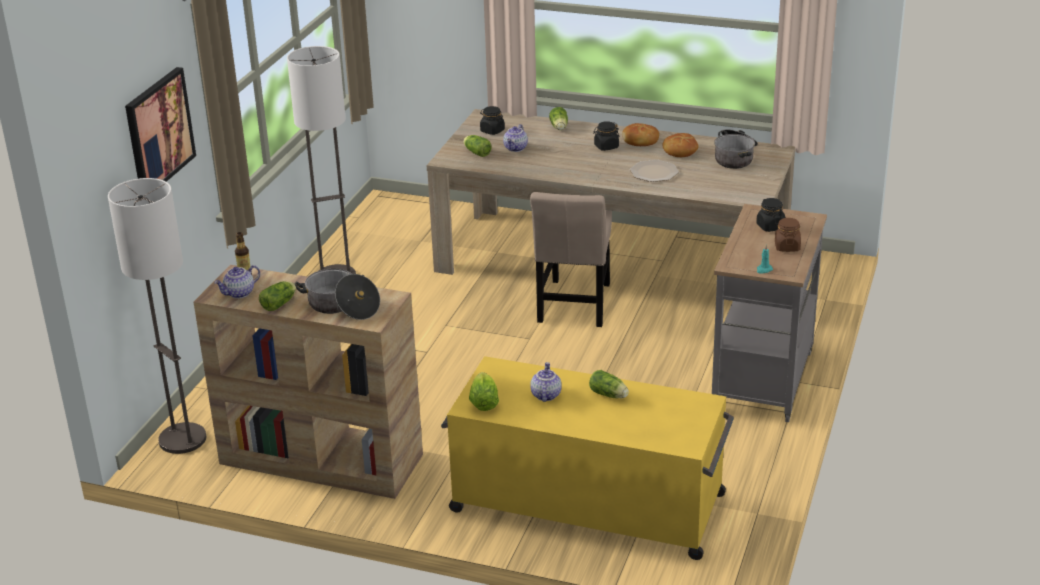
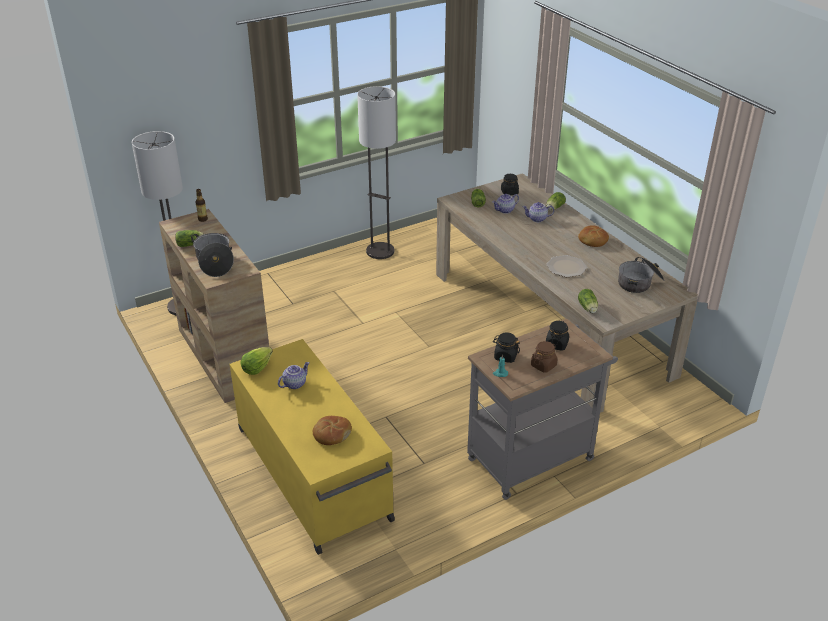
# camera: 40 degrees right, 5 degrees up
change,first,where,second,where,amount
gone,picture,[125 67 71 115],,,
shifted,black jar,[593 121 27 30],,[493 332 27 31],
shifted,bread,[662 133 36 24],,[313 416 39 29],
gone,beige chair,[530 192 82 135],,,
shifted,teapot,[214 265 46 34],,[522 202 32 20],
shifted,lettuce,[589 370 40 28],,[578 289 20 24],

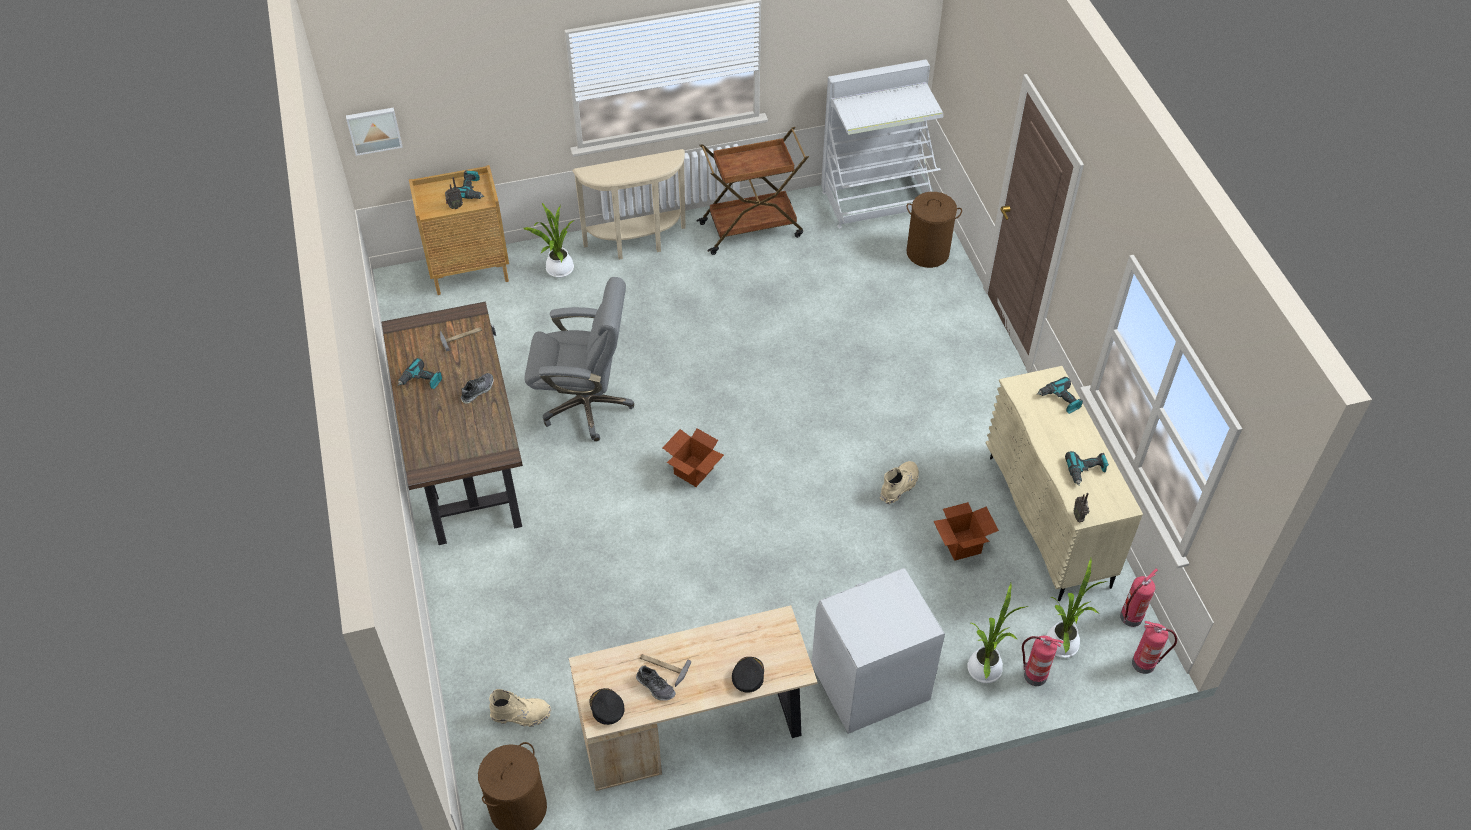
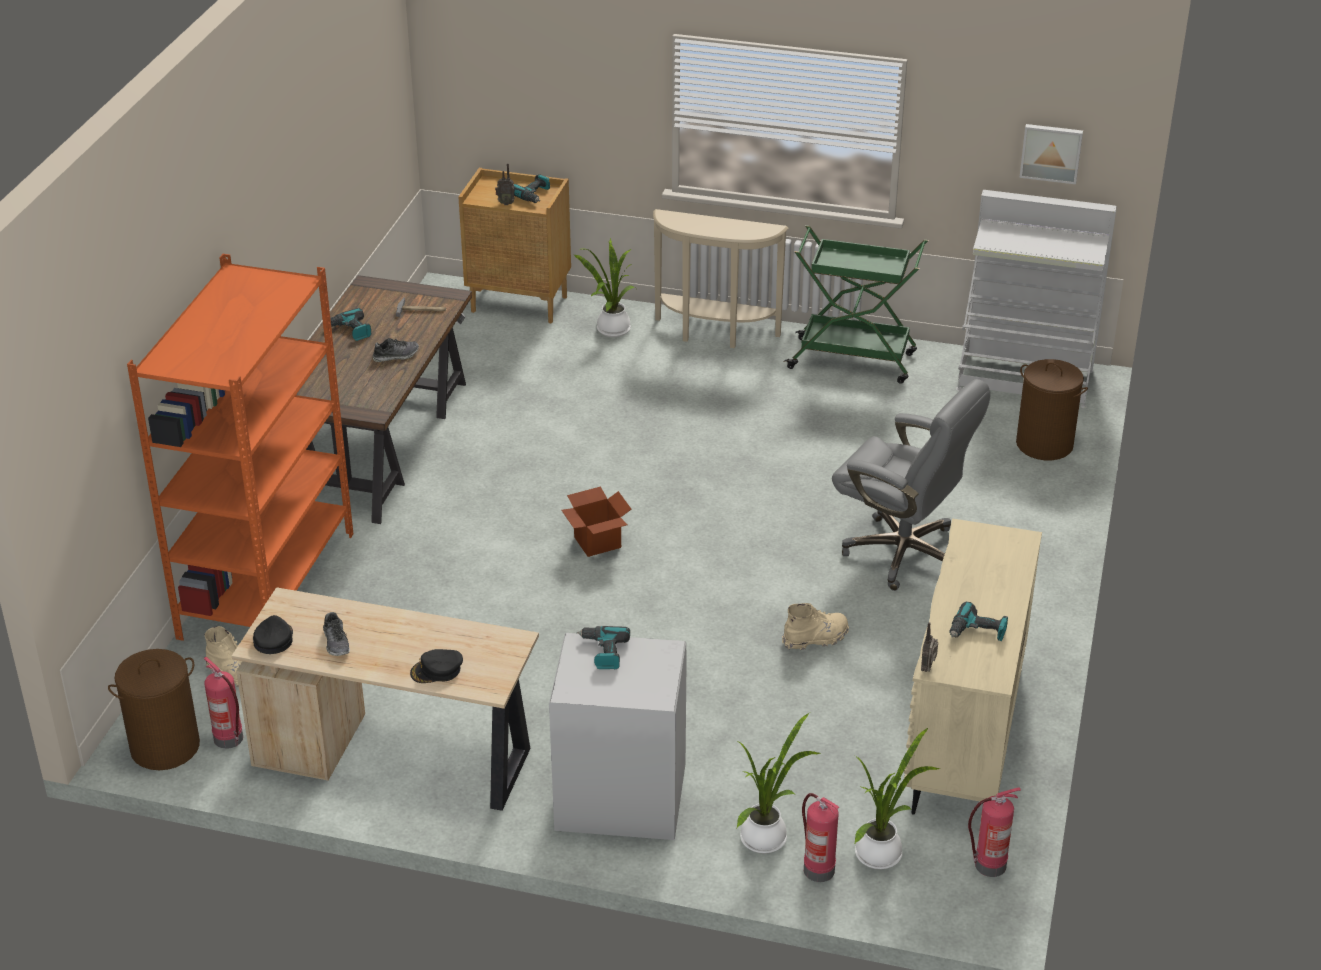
# camera: 30 degrees right, 15 degrees down
change,first,where,second,where,amount
shifted,picture,[346 107 57 49],,[1019 124 64 60],
repainted,brown cart,[697 127 112 128],green cart,[784 225 145 159],
shifted,grey office chair,[525 277 109 165],,[832 379 159 212],
shifted,power drill,[1037 377 46 37],,[576 626 54 43],
gone,cardboard box,[934 502 65 59],,,
shifted,fire extinguisher,[1132 621 45 53],,[203 657 40 92],
gone,hammer,[640 654 51 33],,,
rotated,black cap,[732 657 32 36],,[410 649 53 34],150 degrees counterclockwise
new,,,orange bookcase,[127 254 226 387],

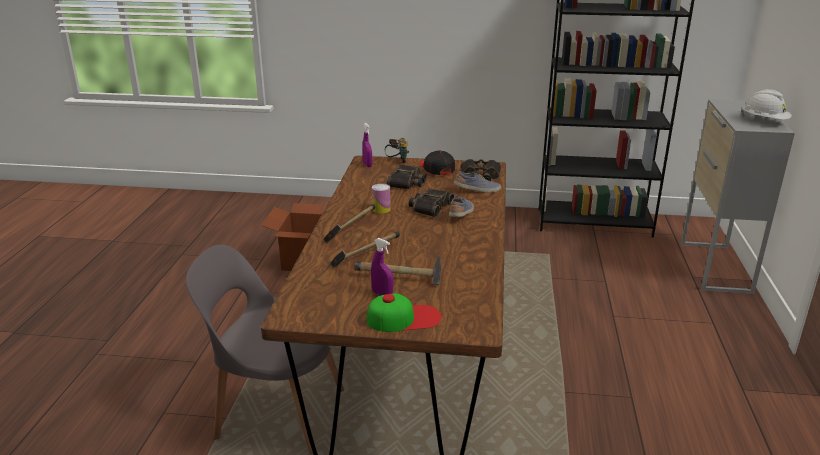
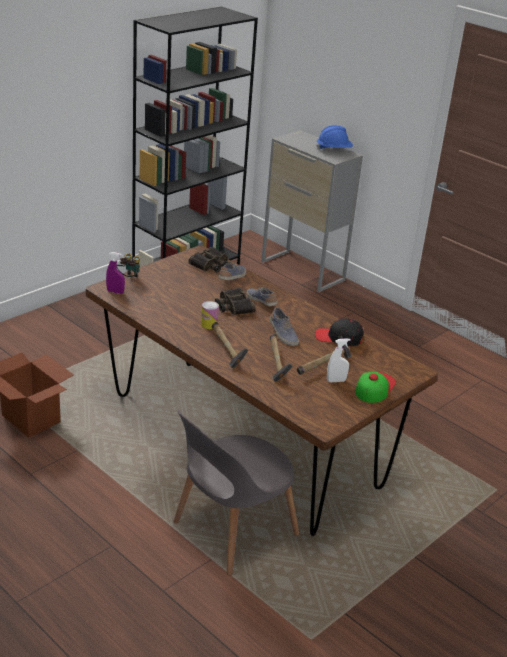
# camera: 55 degrees left, 5 degrees up
change,first,where,second,where,amount
repainted,white hard hat,[741 89 51 31],blue hard hat,[316 125 37 24],
shifted,black cap,[420 151 35 24],,[315 318 49 28],
gone,binoculars,[386 164 41 25],,,
repainted,purple spray bottle,[371 238 22 57],white spray bottle,[327 338 24 44],
new,,,shoe,[269 307 30 39],

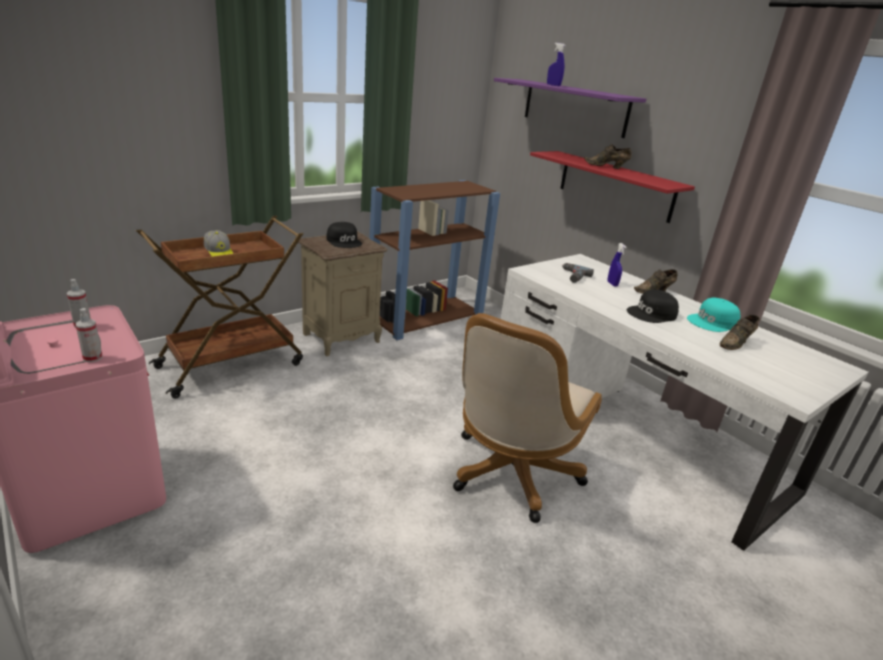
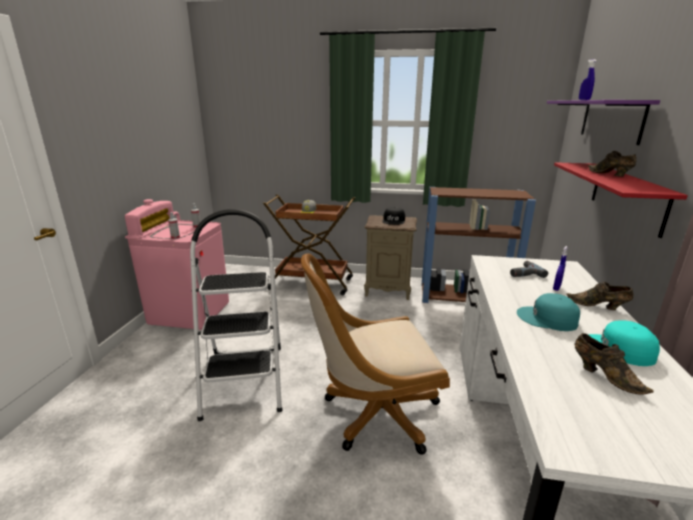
# camera: 50 degrees right, 5 degrees down
change,first,where,second,where,amount
repainted,black cap,[627 289 52 34],turquoise cap,[517 293 63 38],
rotated,brown shoe,[720 315 40 35],,[574 333 80 62],135 degrees counterclockwise
new,,,step ladder,[190 209 92 212],

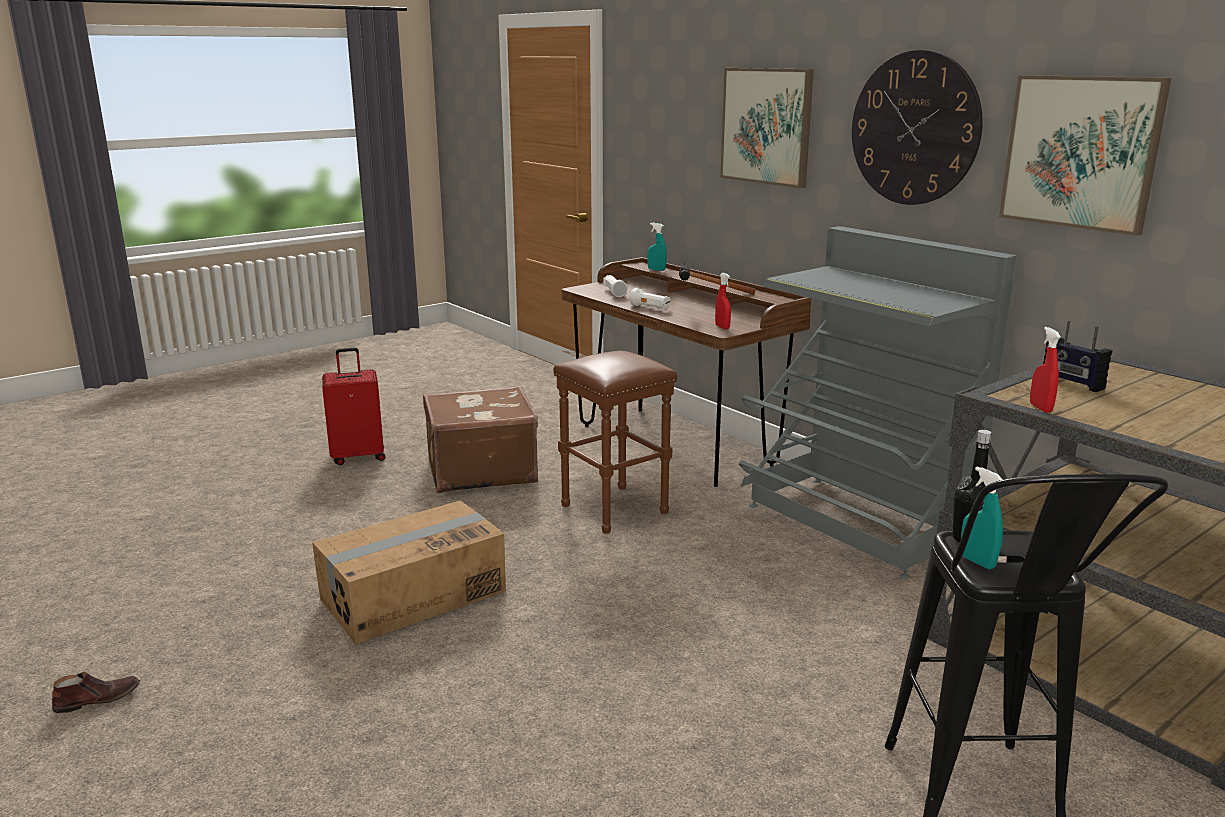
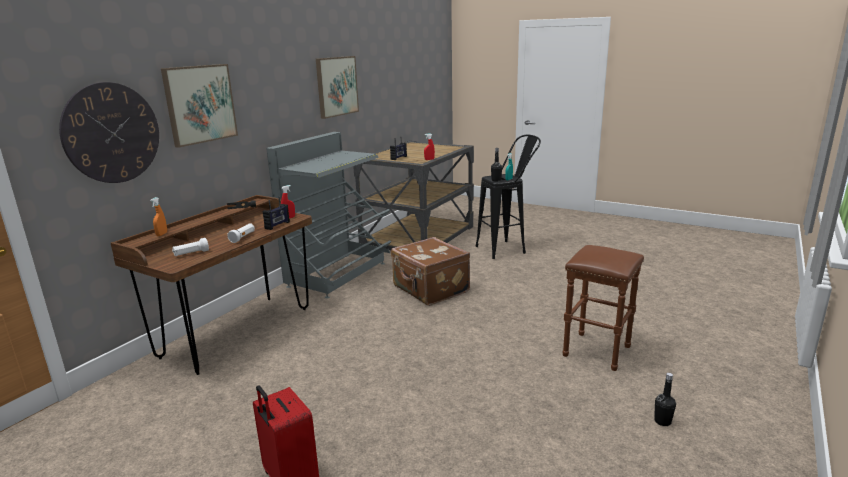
# camera: 110 degrees left, 0 degrees up
change,first,where,second,where,amount
shifted,wall clock,[852 50 131 155],,[59 82 100 101],
repainted,turquoise spray bottle,[647 223 20 48],orange spray bottle,[150 197 17 39],
shifted,brown stool,[553 351 124 183],,[563 245 81 126],
shifted,brown suitcase,[423 386 115 107],,[391 237 79 69],
gone,cardboard box,[312 500 194 144],,,
swapped,brown shoe,[52 671 88 42],black bottle,[654 373 22 53],
new,,,radio,[263 197 27 33],

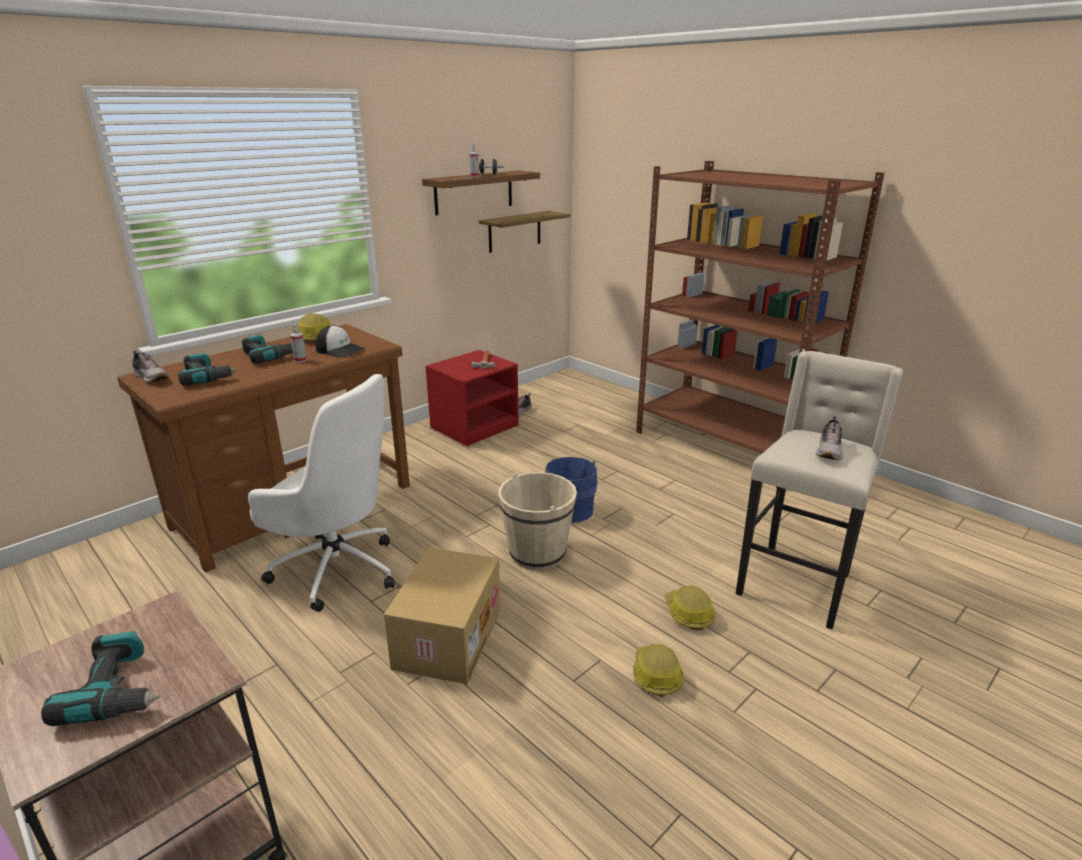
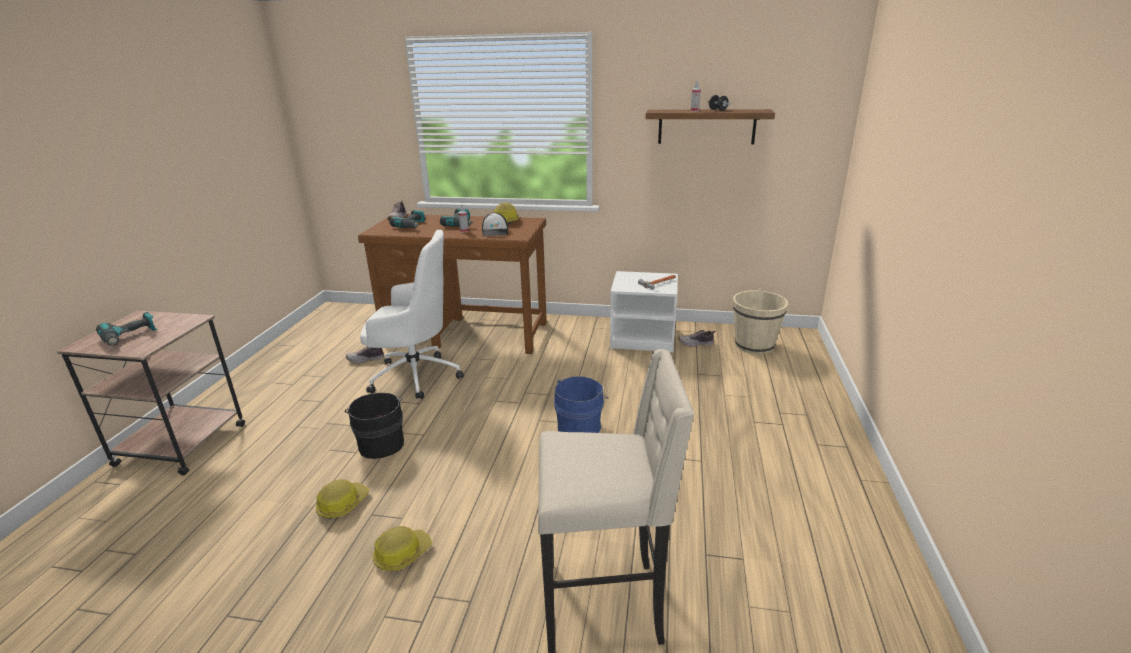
# camera: 55 degrees right, 0 degrees up
change,first,where,second,where,amount
gone,brown bookcase,[636 161 248 327],,,
gone,shelf,[479 211 92 42],,,
repainted,red nightstand,[425 350 94 96],white nightstand,[610 271 68 81],
rotated,white office chair,[248 374 147 238],,[360 230 104 169],75 degrees counterclockwise
shifted,shoe,[816 416 27 45],,[346 346 38 18],
shifted,beige bucket,[498 472 79 98],,[733 288 55 66],
swapped,cardboard box,[384 548 117 136],black bucket,[345 393 59 66],
shifted,hard hat,[665 585 51 45],,[315 479 54 40],

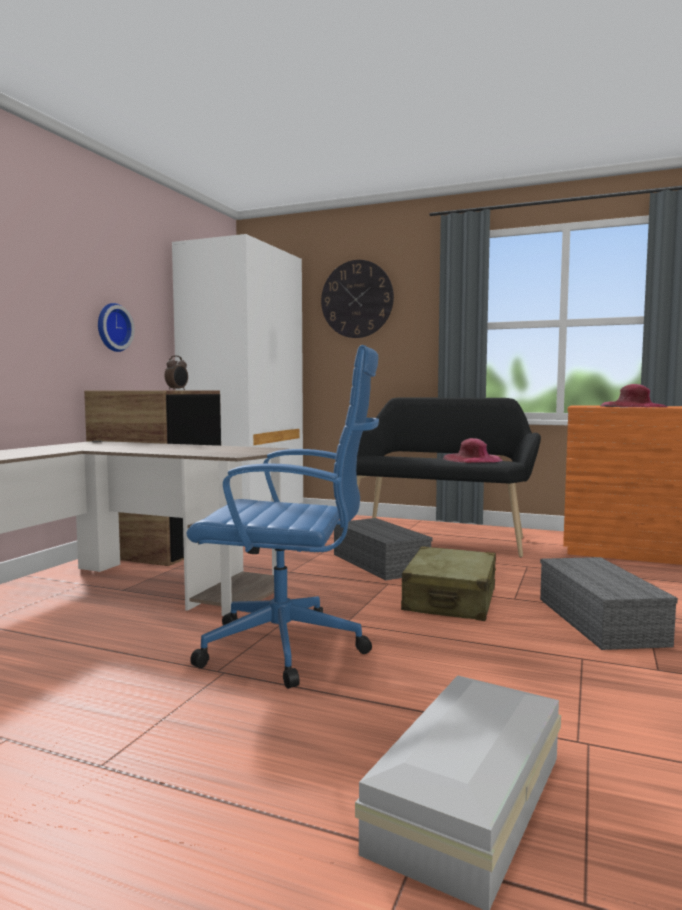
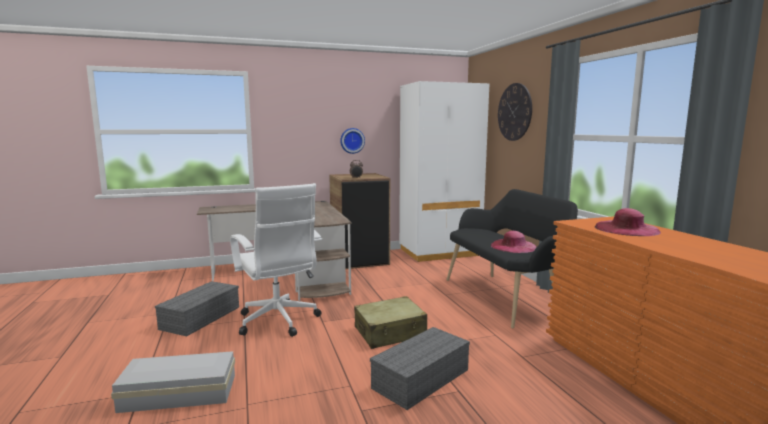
# camera: 50 degrees right, 5 degrees up
change,first,where,second,where,amount
repainted,blue office chair,[186 345 193 344],white office chair,[230 183 92 154],
shifted,grey storage box,[334 518 98 63],,[155 281 84 55],

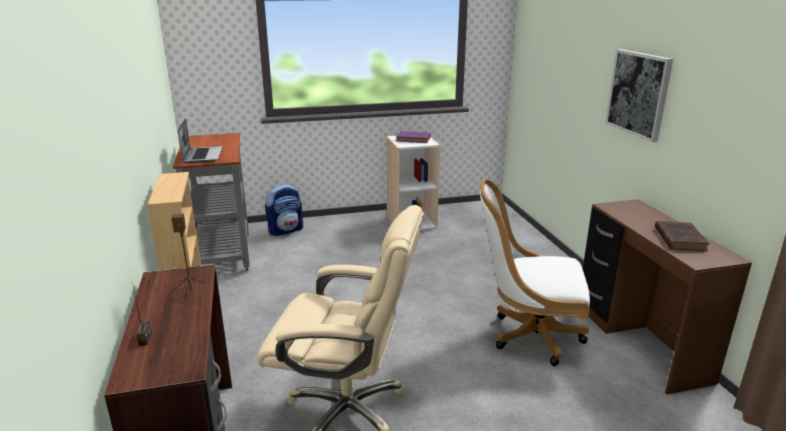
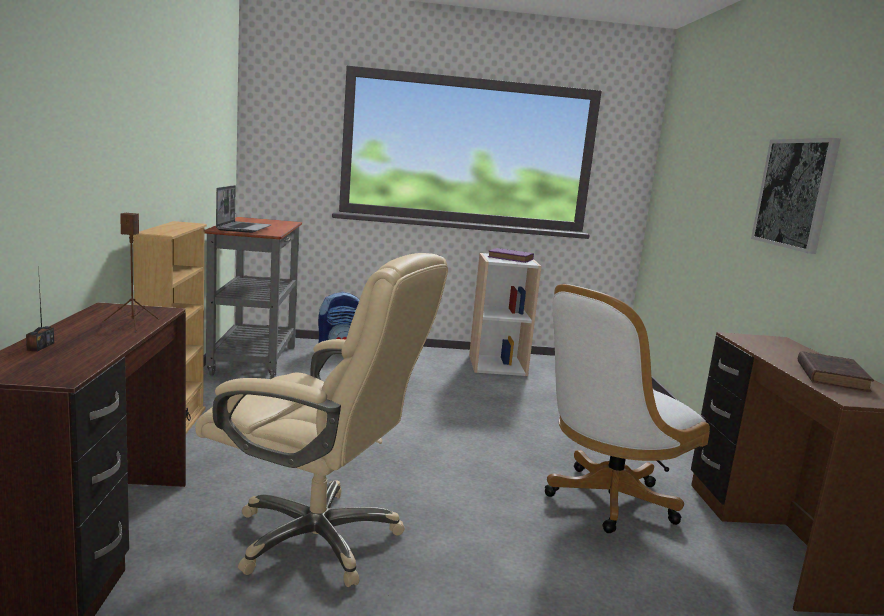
# camera: 10 degrees right, 10 degrees down
change,first,where,second,where,amount
rotated,white office chair,[480 179 110 187],,[545 284 165 249],60 degrees counterclockwise

